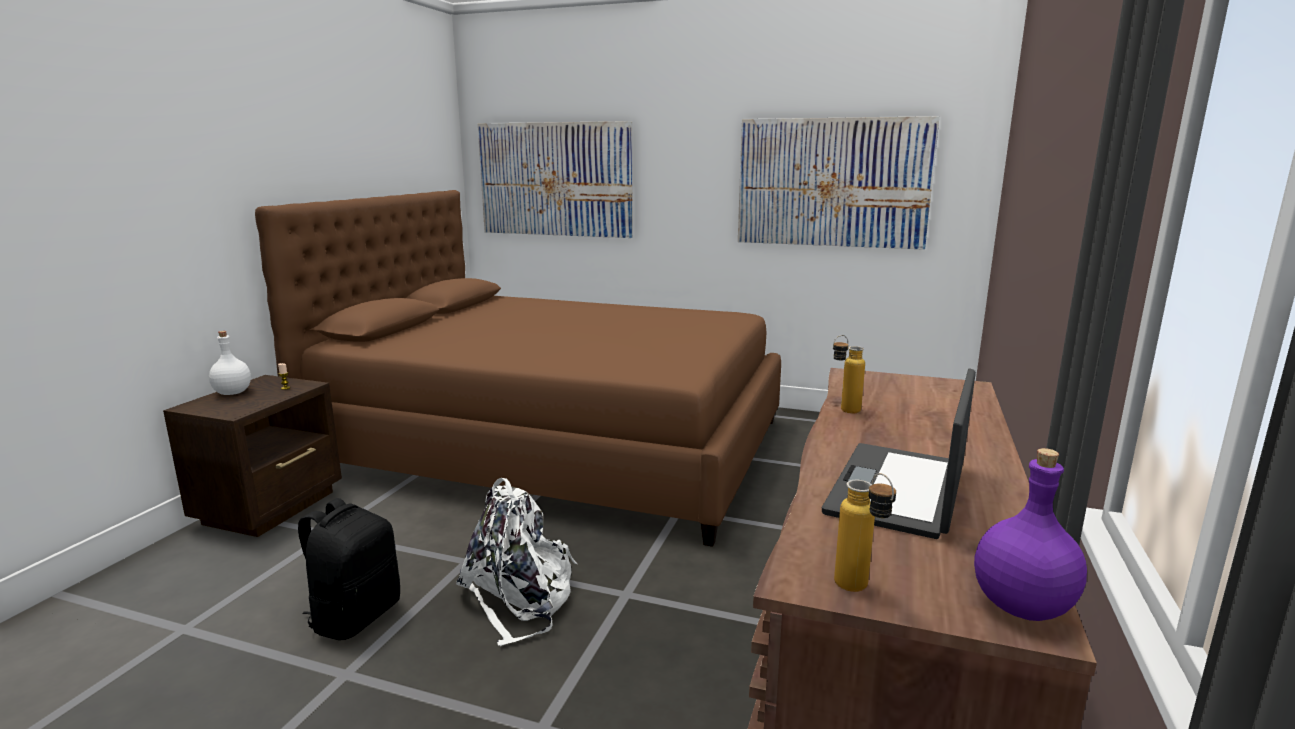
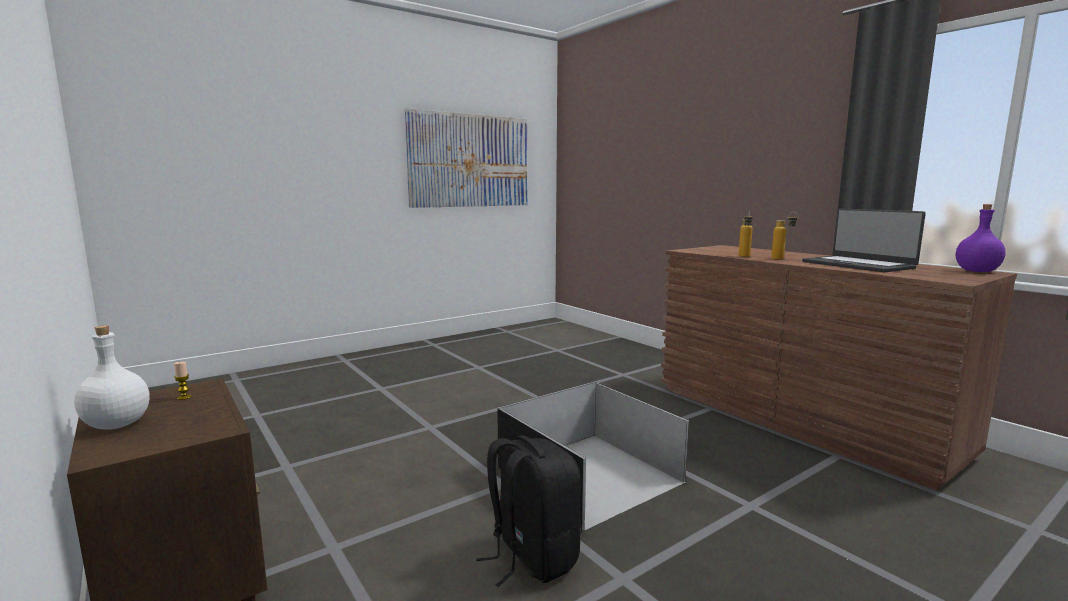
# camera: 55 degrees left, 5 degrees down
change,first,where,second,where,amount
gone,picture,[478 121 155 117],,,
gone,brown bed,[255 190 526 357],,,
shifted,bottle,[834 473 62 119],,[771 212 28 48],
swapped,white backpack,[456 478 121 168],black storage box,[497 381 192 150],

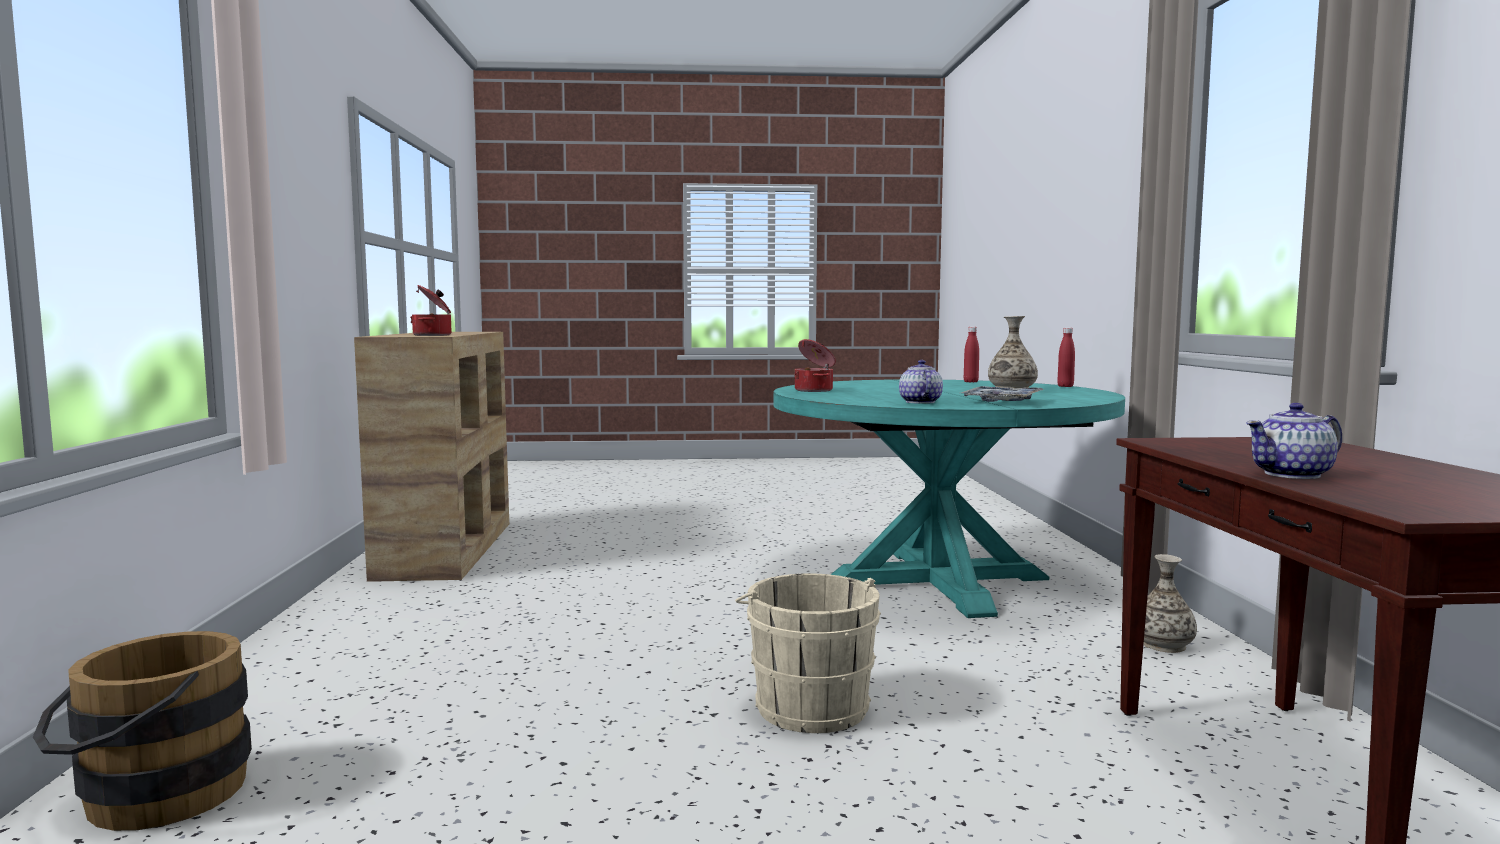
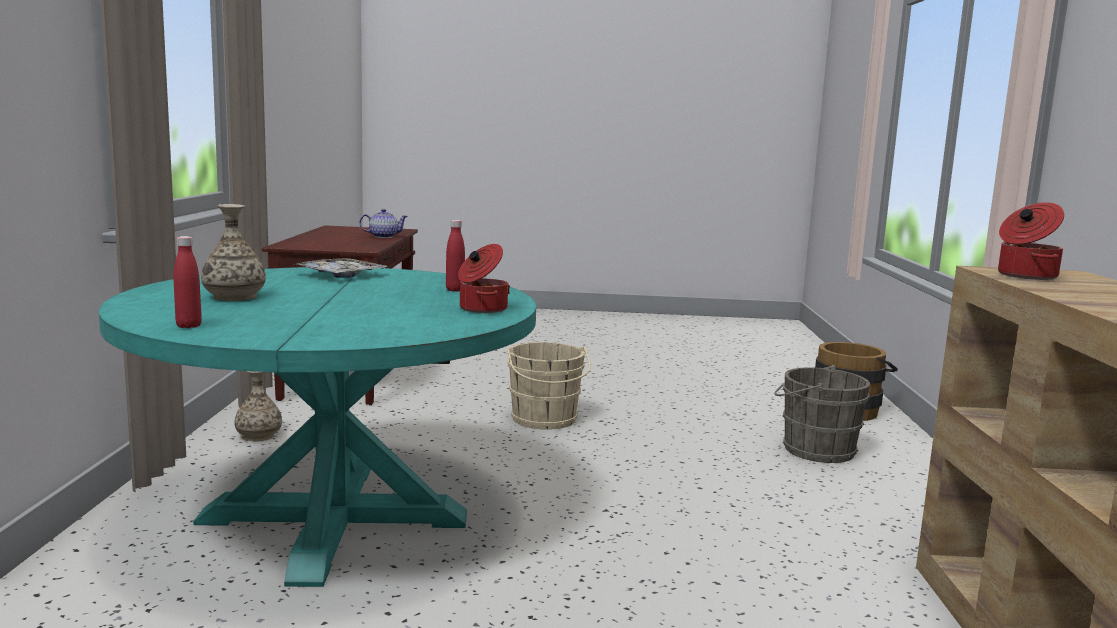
# camera: 175 degrees left, 5 degrees up
change,first,where,second,where,amount
shifted,red bottle,[1057 328 18 59],,[446 220 19 72],
gone,teapot,[899 360 44 44],,,
new,,,grey bucket,[774 365 96 98],

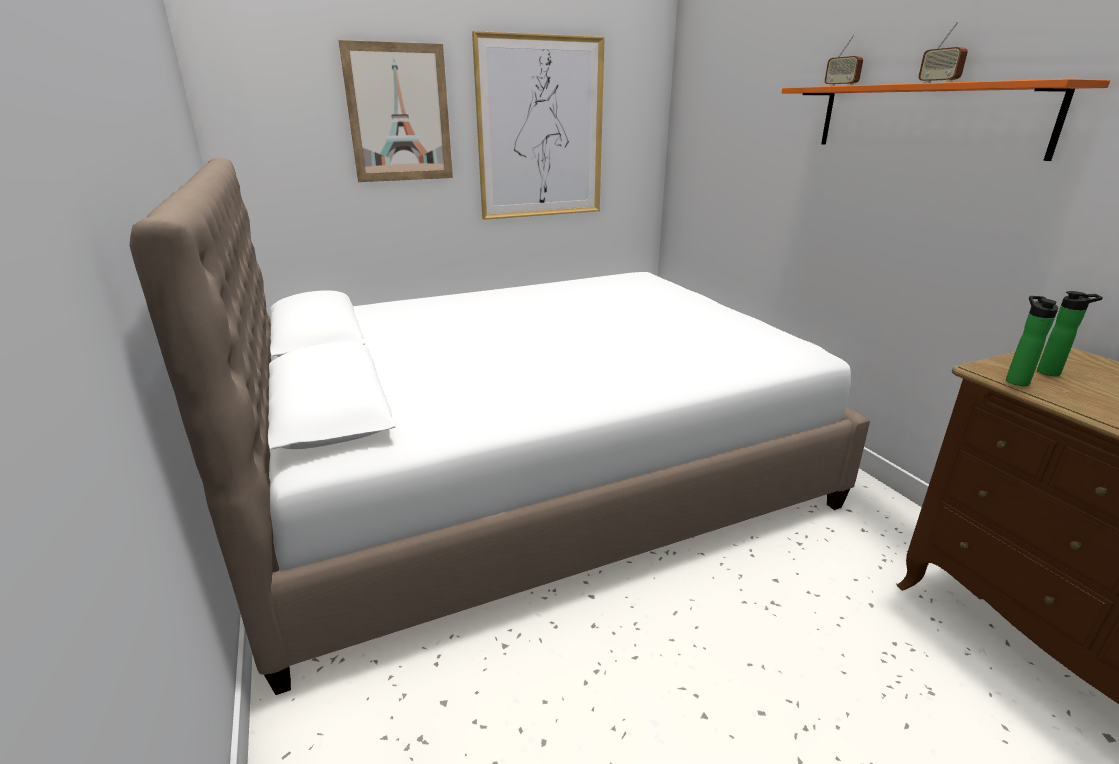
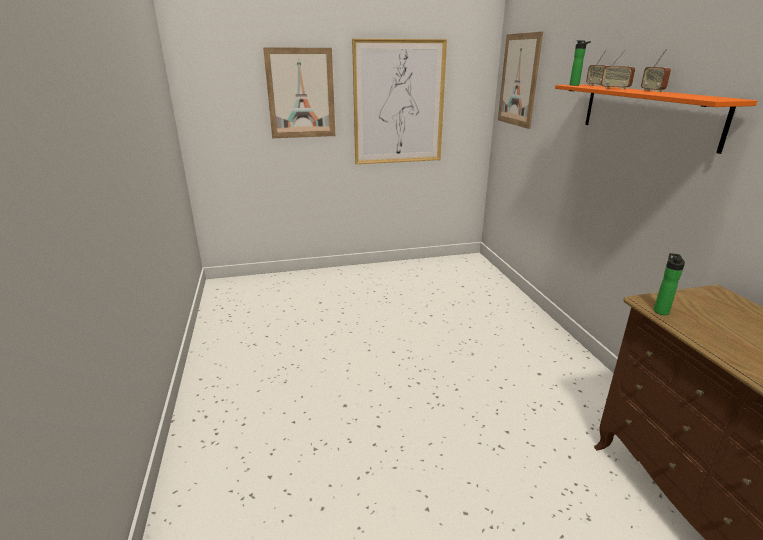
# camera: 10 degrees right, 0 degrees up
change,first,where,second,where,amount
gone,white bed,[129 158 741 537],,,
shifted,bottle,[1037 291 66 85],,[569 40 22 46],
new,,,picture,[498 32 45 97],
new,,,radio,[601 49 34 41],

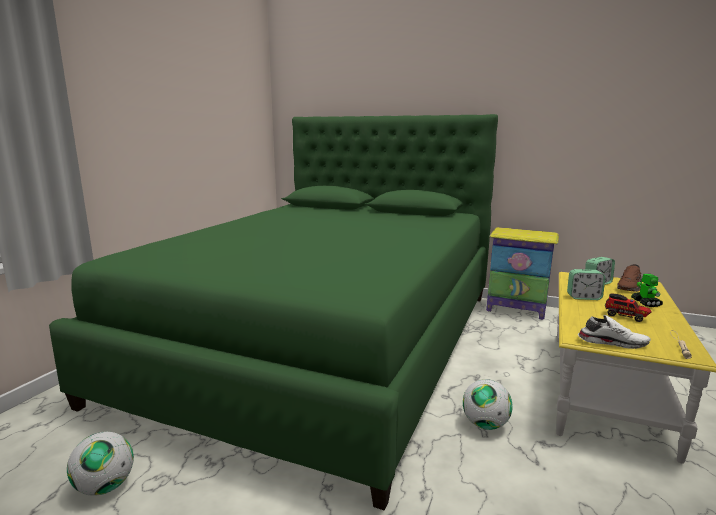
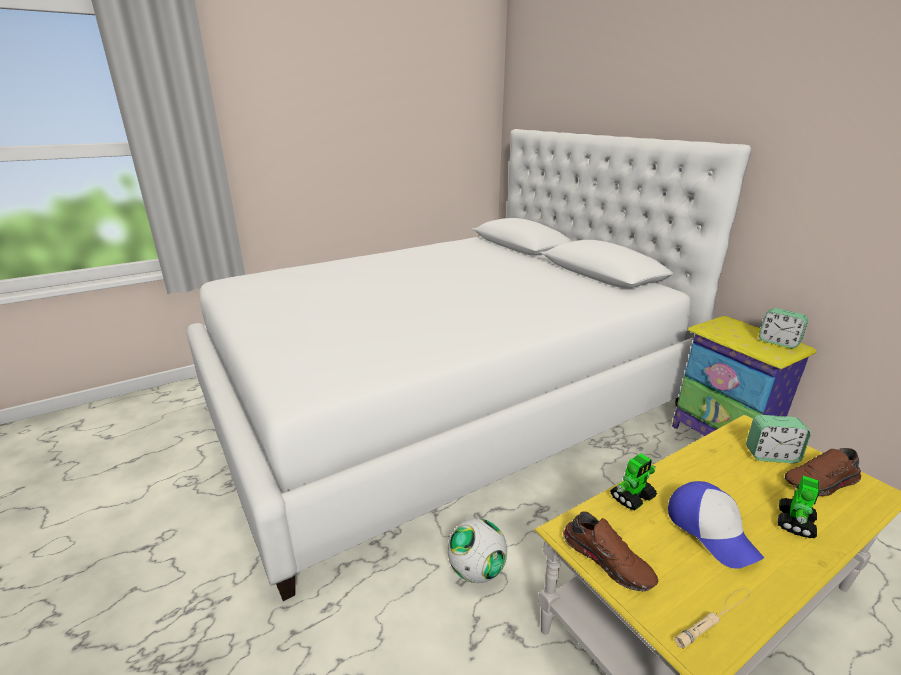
# camera: 35 degrees right, 10 degrees up
change,first,where,second,where,amount
repainted,green bed,[49 114 449 397],white bed,[187 129 564 472],
shifted,alarm clock,[567 269 39 31],,[759 308 49 40],
swapped,toy truck,[605 293 47 29],cap,[668 481 96 88],
repainted,white shoe,[578 315 73 34],brown shoe,[563 511 96 80],
gone,football,[67 432 67 64],,,
new,,,toy robot,[610 453 47 57],

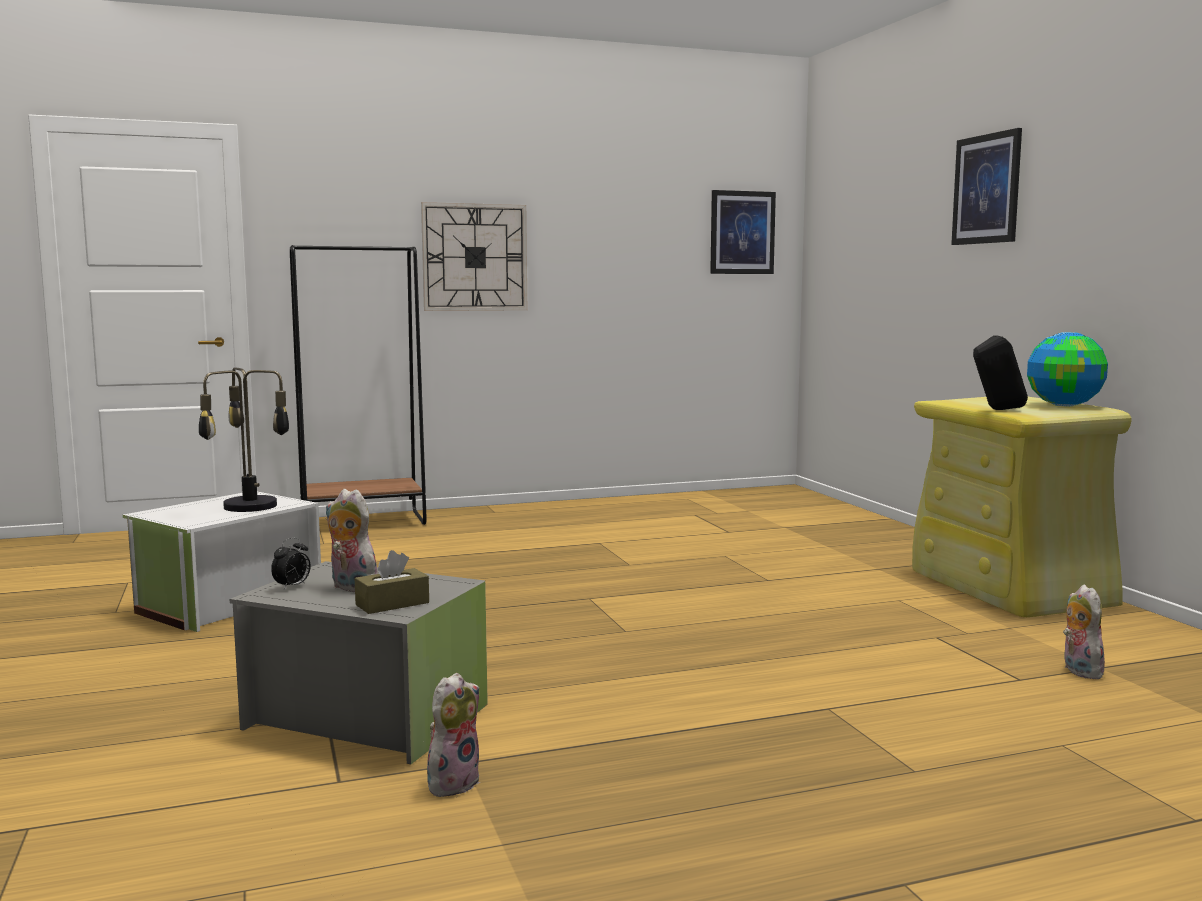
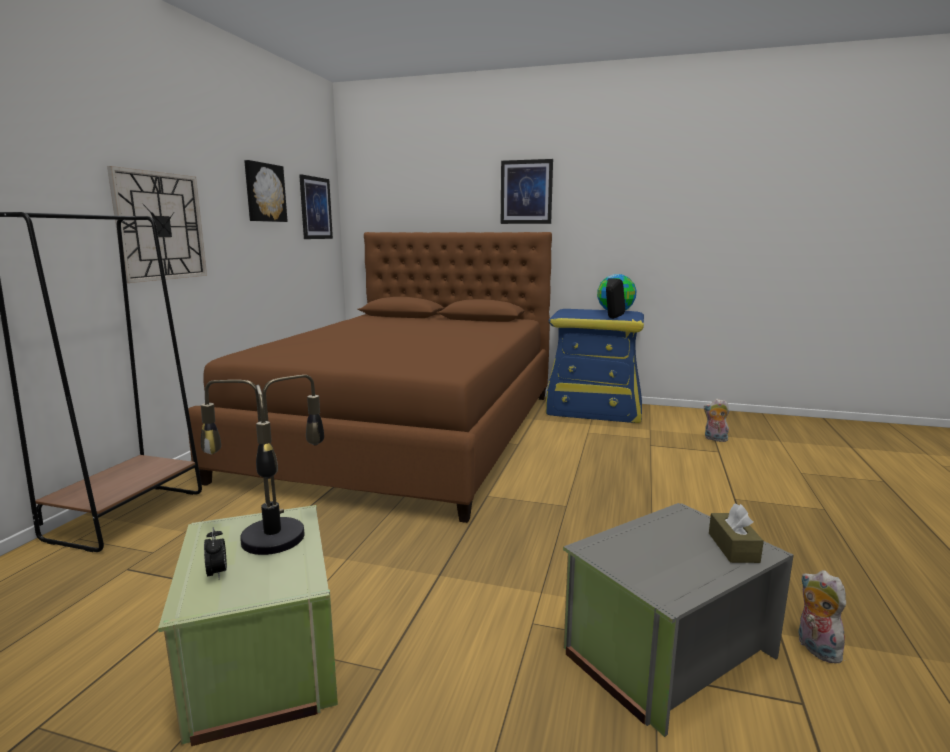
# camera: 55 degrees left, 5 degrees up
change,first,where,second,where,amount
repainted,yellow nightstand,[912 397 219 220],blue nightstand,[546 309 98 114],
gone,plush toy,[326 489 52 103],,,
repainted,white storage box,[123 492 198 140],green storage box,[158 505 180 241],
shifted,alarm clock,[271 537 40 53],,[204 527 23 52],
new,,,picture,[244 160 44 62],
new,,,brown bed,[188 232 364 291],

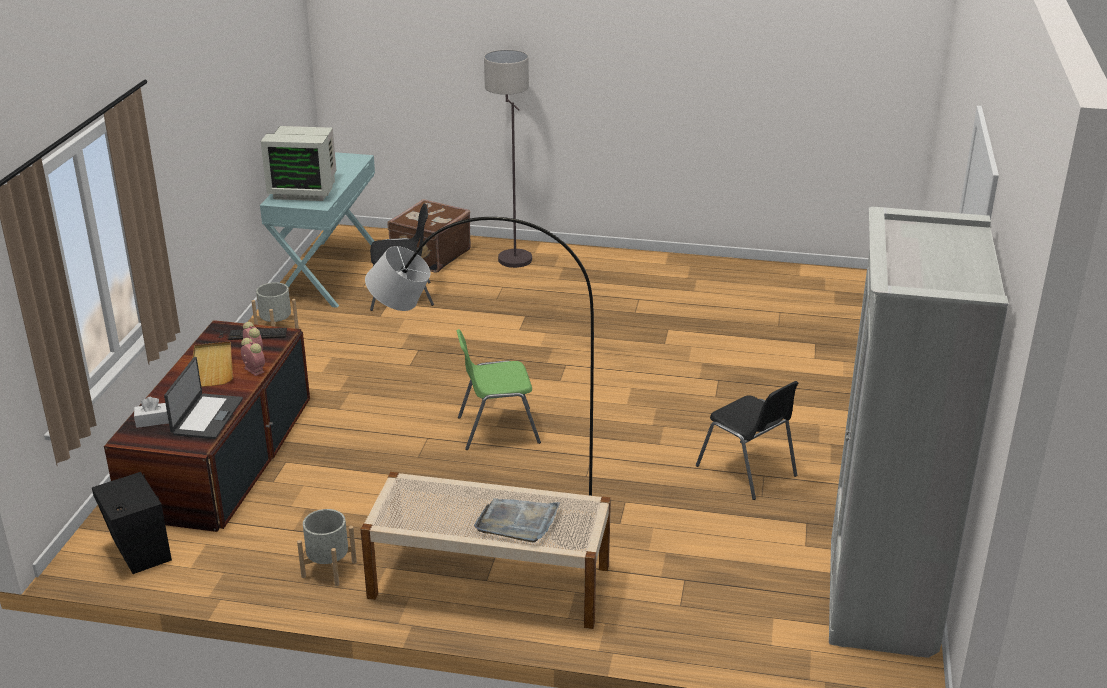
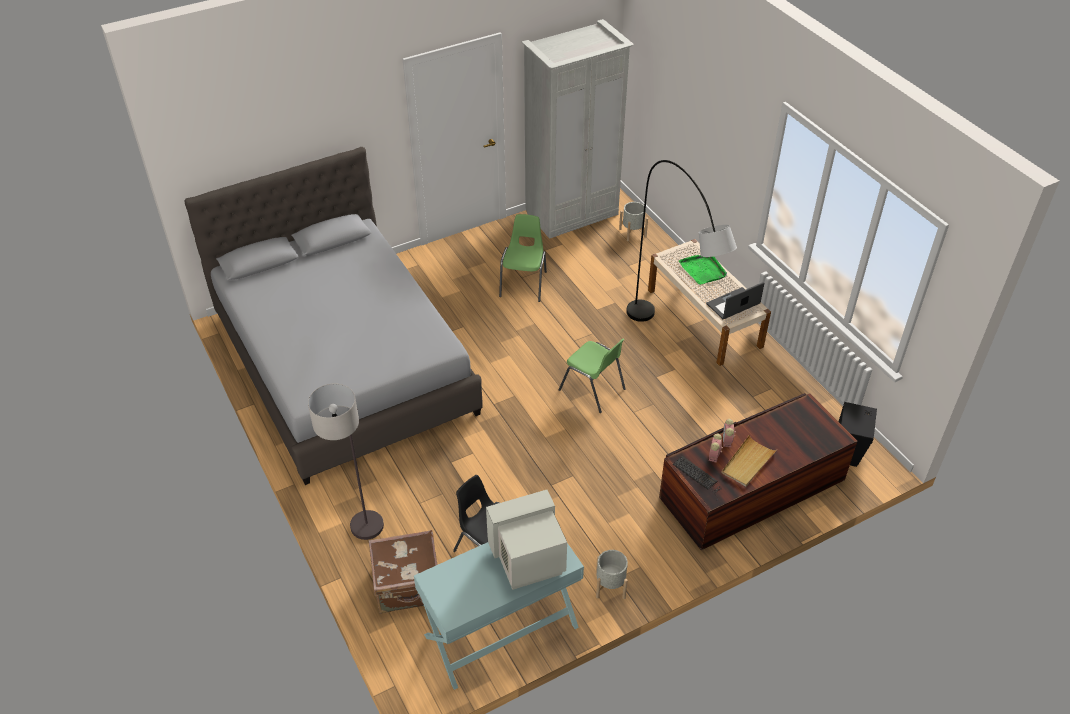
# camera: 130 degrees left, 15 degrees up
change,first,where,second,where,amount
rotated,monitor,[261 126 76 75],,[486 490 81 100],75 degrees counterclockwise
shifted,laptop,[164 357 79 82],,[706 282 58 37],
repainted,black chair,[696 381 102 119],green chair,[499 214 48 88],
gone,white tissue box,[134 397 35 31],,,
repainted,grey tray,[474 498 87 44],green tray,[679 255 48 30],
shifted,grey planter,[297 509 60 77],,[619 202 29 39],
new,,,grey bed,[184 147 299 338],

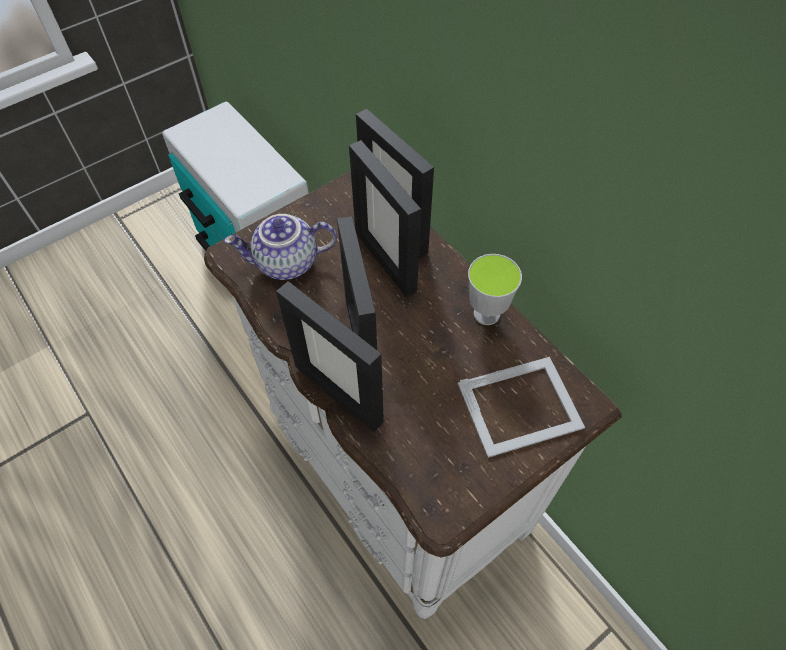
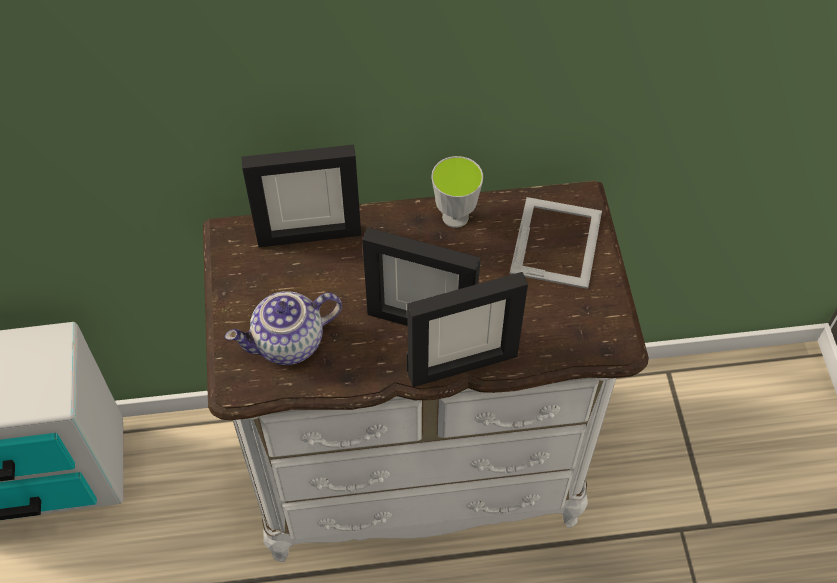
# camera: 60 degrees left, 0 degrees up
change,first,where,second,where,amount
gone,picture frame,[349 140 72 157],,,
rotated,teapot,[224 214 113 66],,[225 291 117 74],45 degrees clockwise

